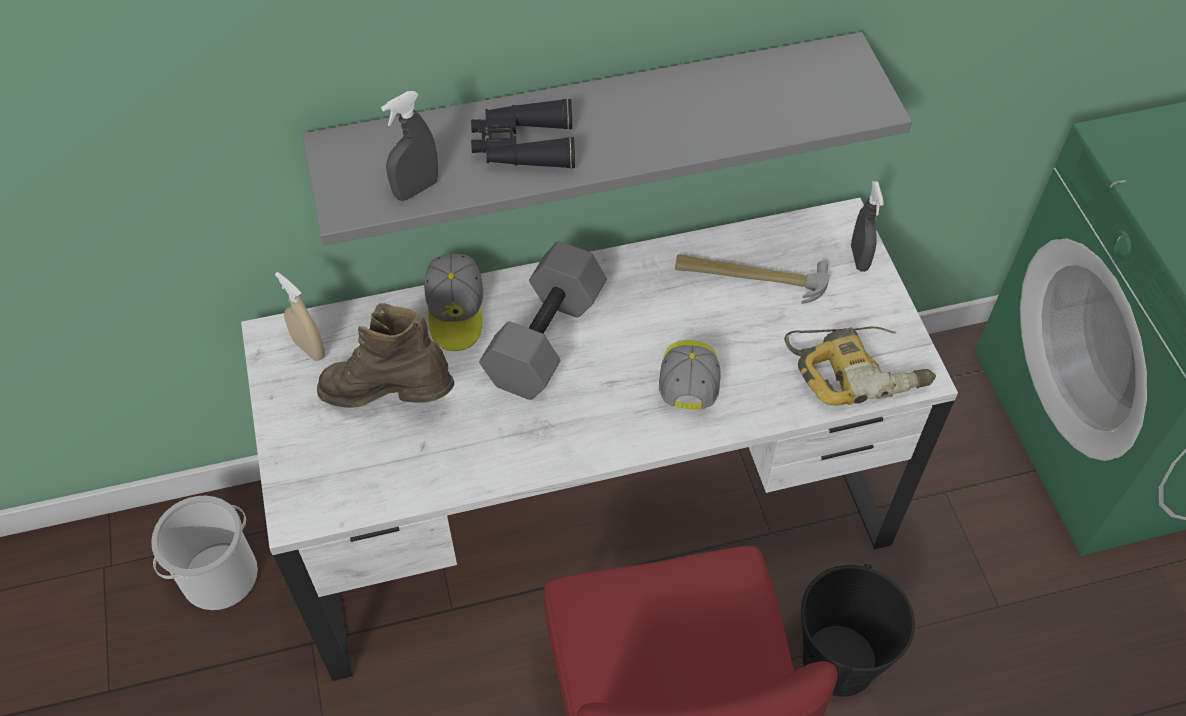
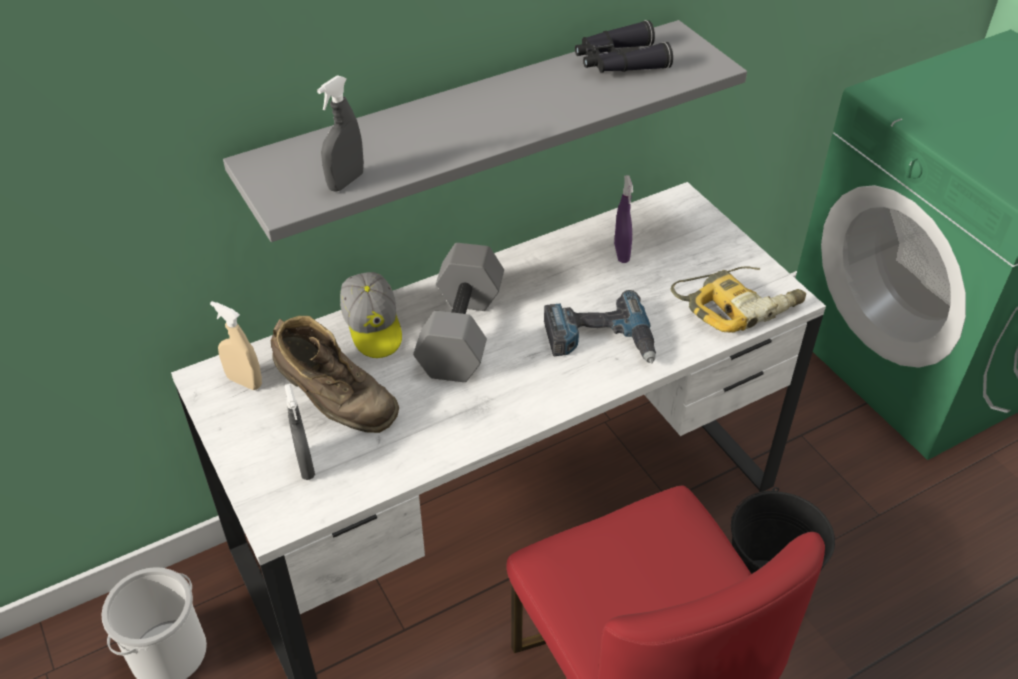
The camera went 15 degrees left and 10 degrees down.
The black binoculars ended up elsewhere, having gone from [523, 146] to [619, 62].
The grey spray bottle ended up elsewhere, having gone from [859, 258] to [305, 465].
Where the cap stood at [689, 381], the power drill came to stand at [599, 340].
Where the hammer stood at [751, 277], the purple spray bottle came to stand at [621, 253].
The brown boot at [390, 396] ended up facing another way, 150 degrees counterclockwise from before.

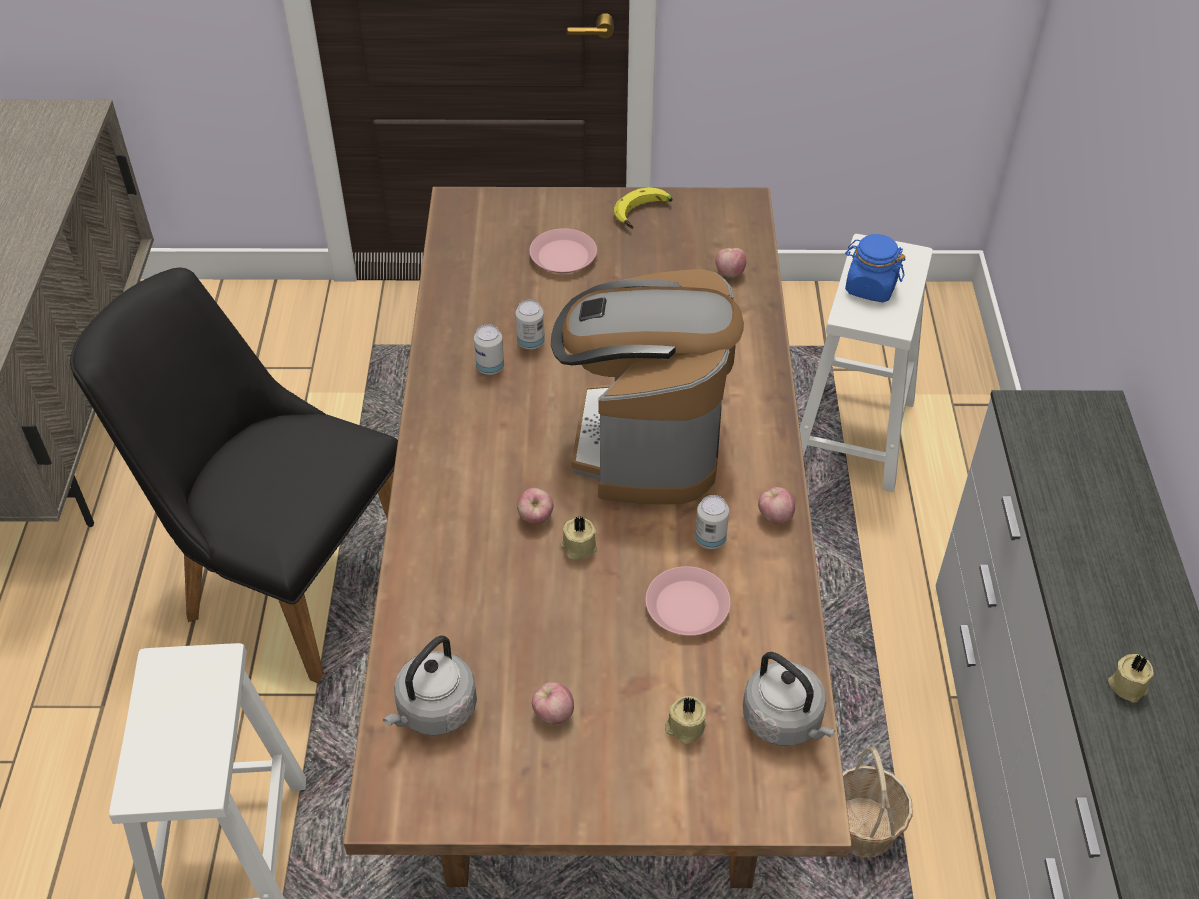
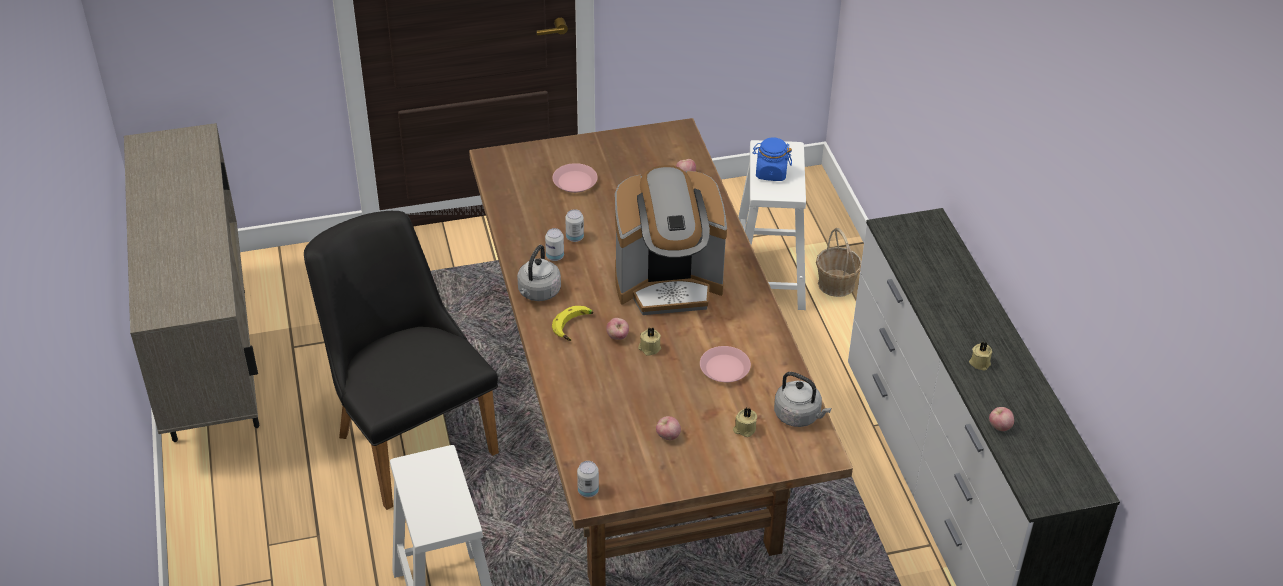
The camera went 15 degrees left and 5 degrees down.
The grey kettle ended up elsewhere, having gone from [434, 711] to [538, 293].
The banana ended up elsewhere, having gone from [644, 214] to [574, 327].
The can ended up elsewhere, having gone from [710, 539] to [588, 491].
The apple ended up elsewhere, having gone from [774, 517] to [999, 427].
The basket ended up elsewhere, having gone from [862, 829] to [836, 284].
The black chair at [279, 578] ended up facing another way, 45 degrees clockwise from before.
The coffee machine at [646, 442] ended up facing another way, 90 degrees counterclockwise from before.

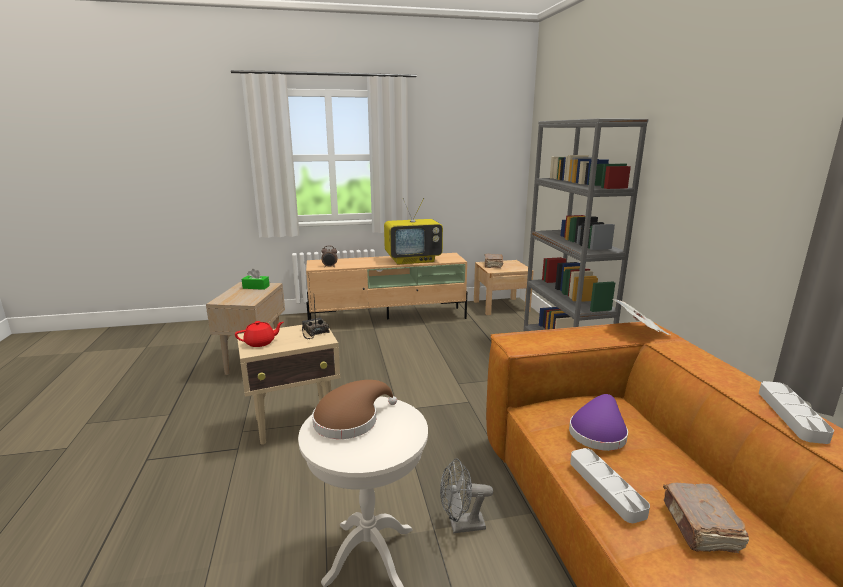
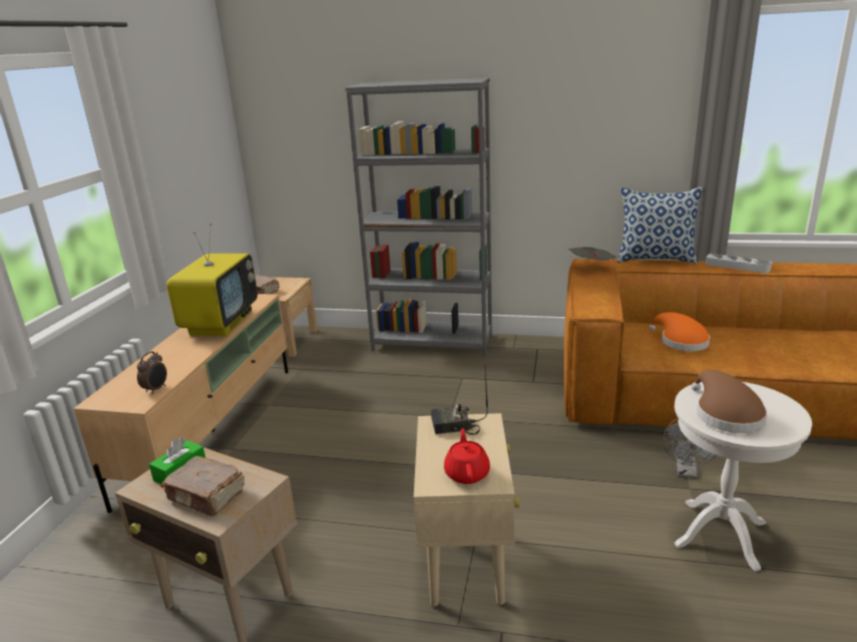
The camera went 65 degrees left and 5 degrees up.
The second view lost the grey tray at [606, 487].
The second view gained the pillow at [656, 259].
The brown book ended up elsewhere, having gone from [700, 527] to [207, 496].
What was the purple hat at [598, 432] turned into the orange hat at [680, 341].

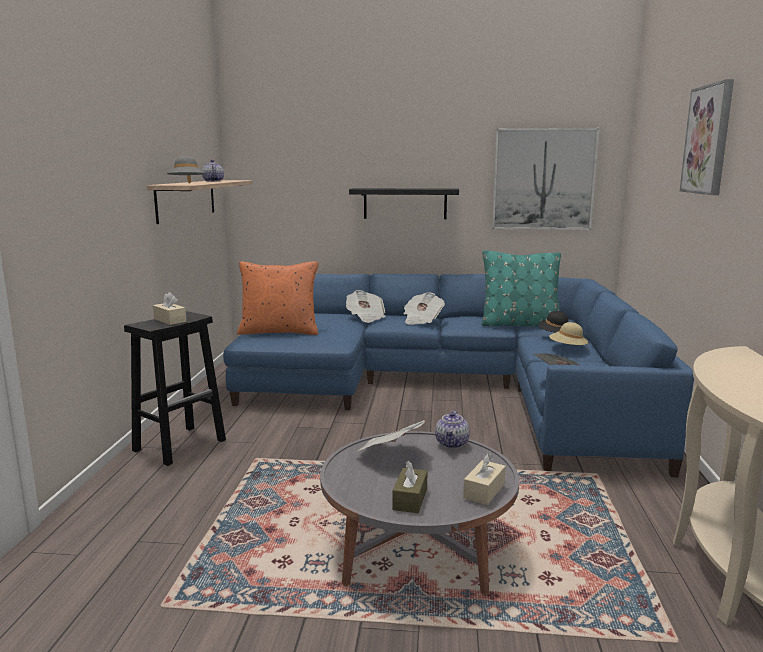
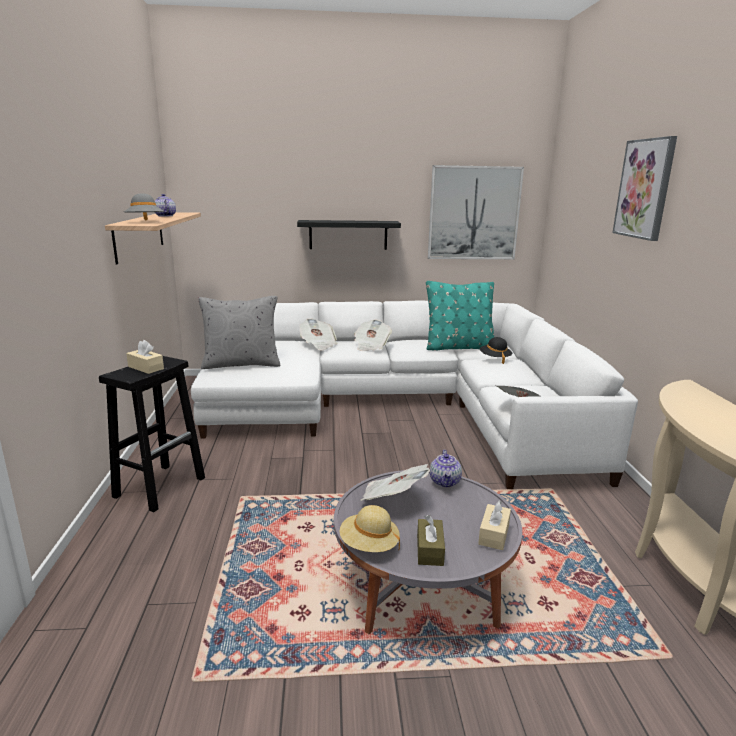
The camera went 10 degrees left and 5 degrees up.
The beige hat ended up elsewhere, having gone from [567, 348] to [369, 545].
What was the blue sofa at [449, 388] turned into the white sofa at [398, 407].
What was the orange pillow at [279, 332] turned into the grey pillow at [241, 364].

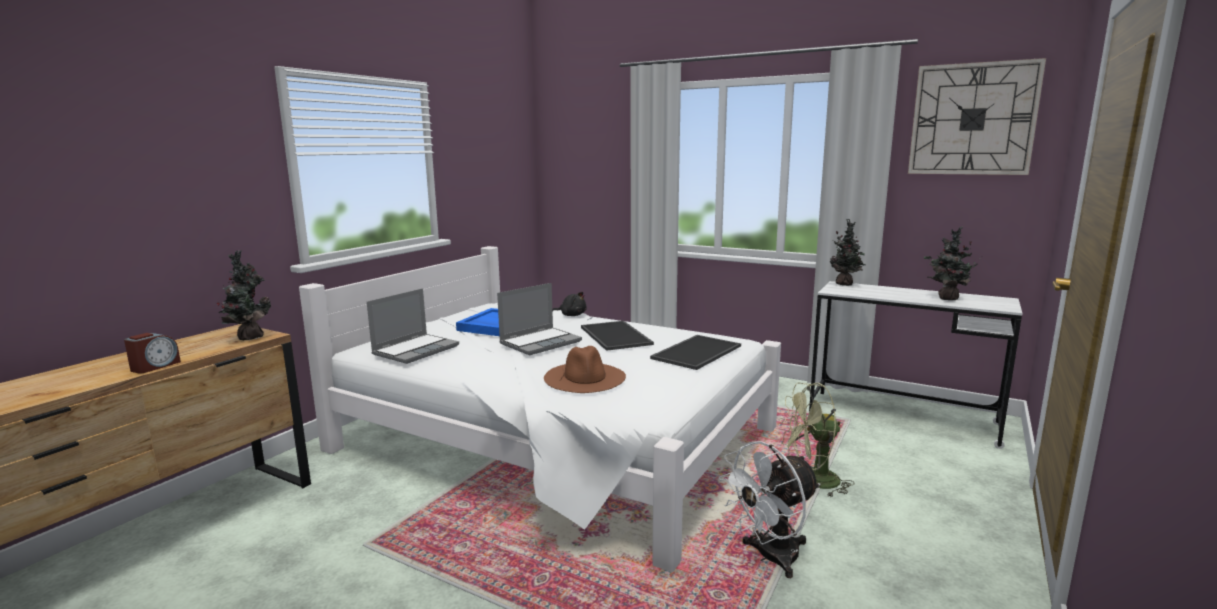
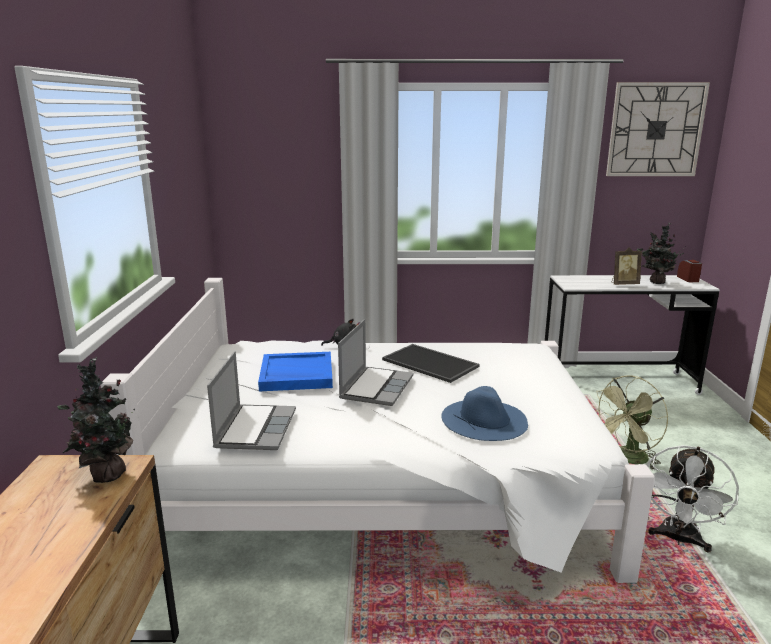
The camera went 30 degrees left and 5 degrees up.
The second view lost the tray at [696, 352].
The second view lost the potted plant at [846, 284].
The second view gained the picture frame at [623, 284].
The alarm clock ended up elsewhere, having gone from [155, 366] to [688, 279].
What was the brown hat at [585, 377] turned into the blue hat at [484, 419].

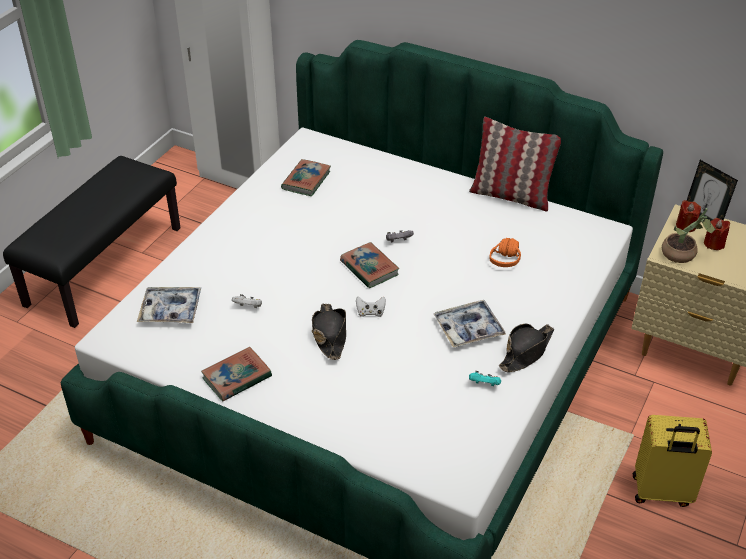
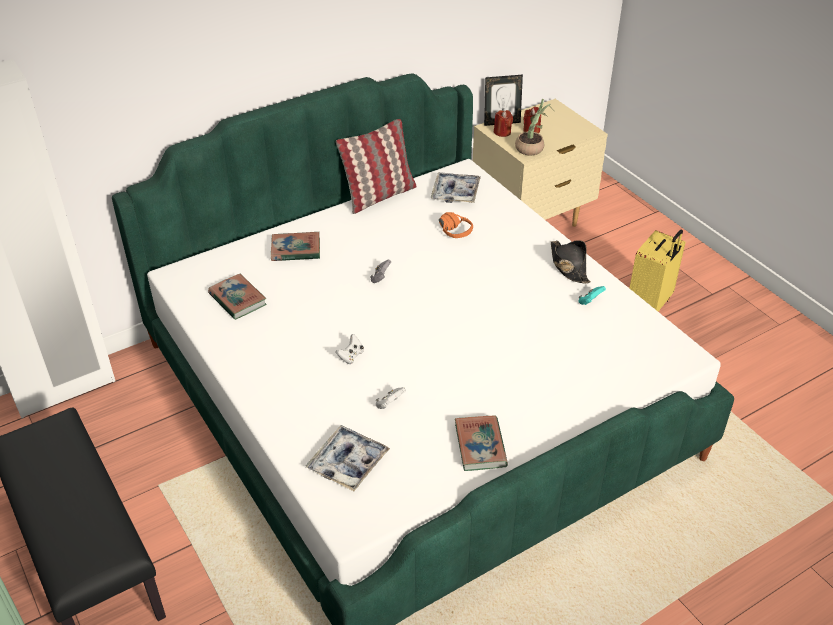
The camera went 60 degrees left and 0 degrees up.
The second view lost the black hat at [329, 335].
The book ended up elsewhere, having gone from [369, 268] to [296, 250].
The white game controller ended up elsewhere, having gone from [370, 312] to [351, 356].
The tray ended up elsewhere, having gone from [468, 329] to [455, 192].

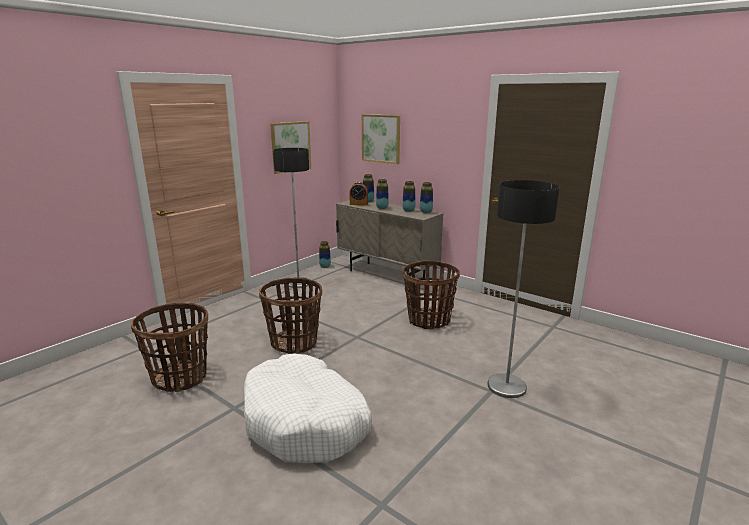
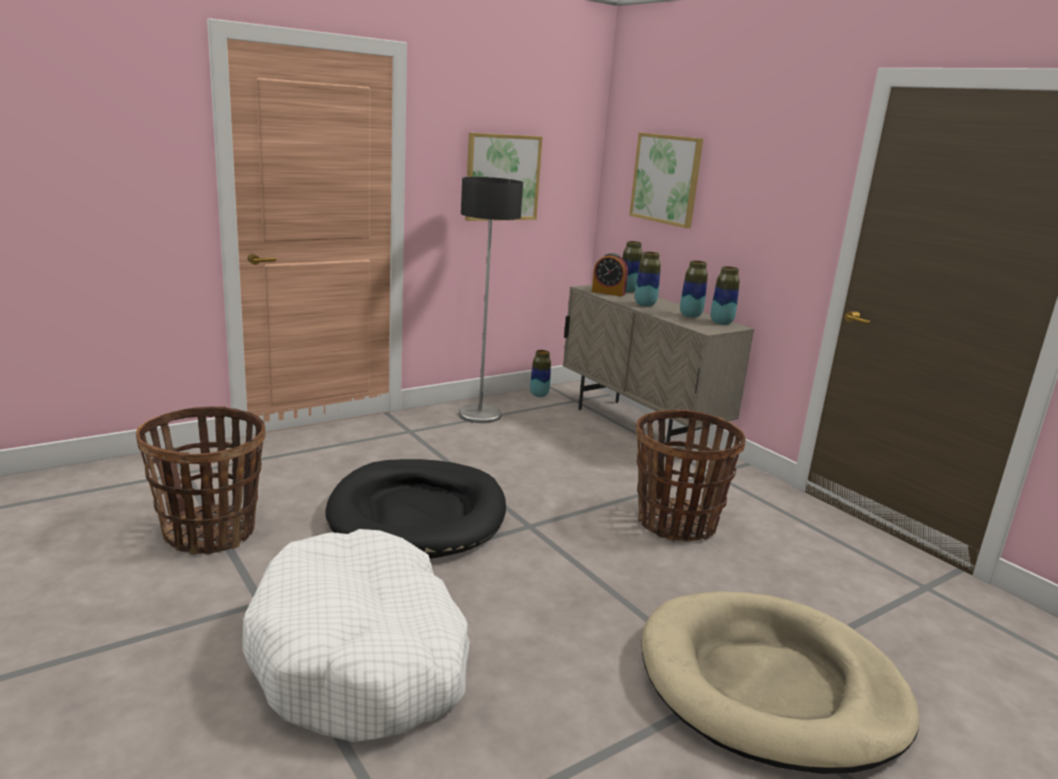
The camera went 15 degrees right and 0 degrees up.
Where the basket stood at [294, 343], the black dog bed came to stand at [418, 514].
Where the floor lamp stood at [507, 386], the beige dog bed came to stand at [770, 686].

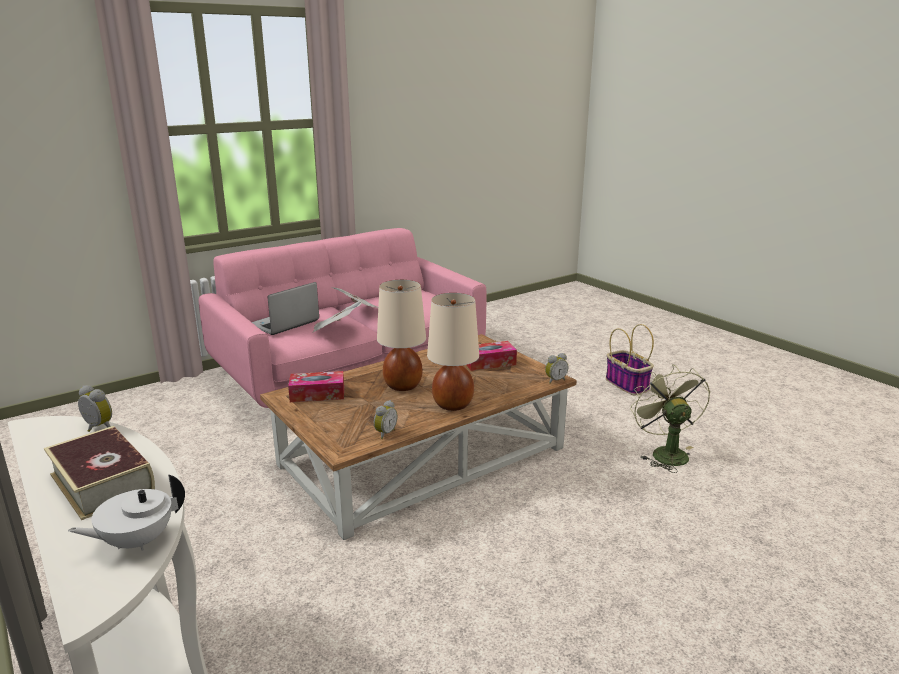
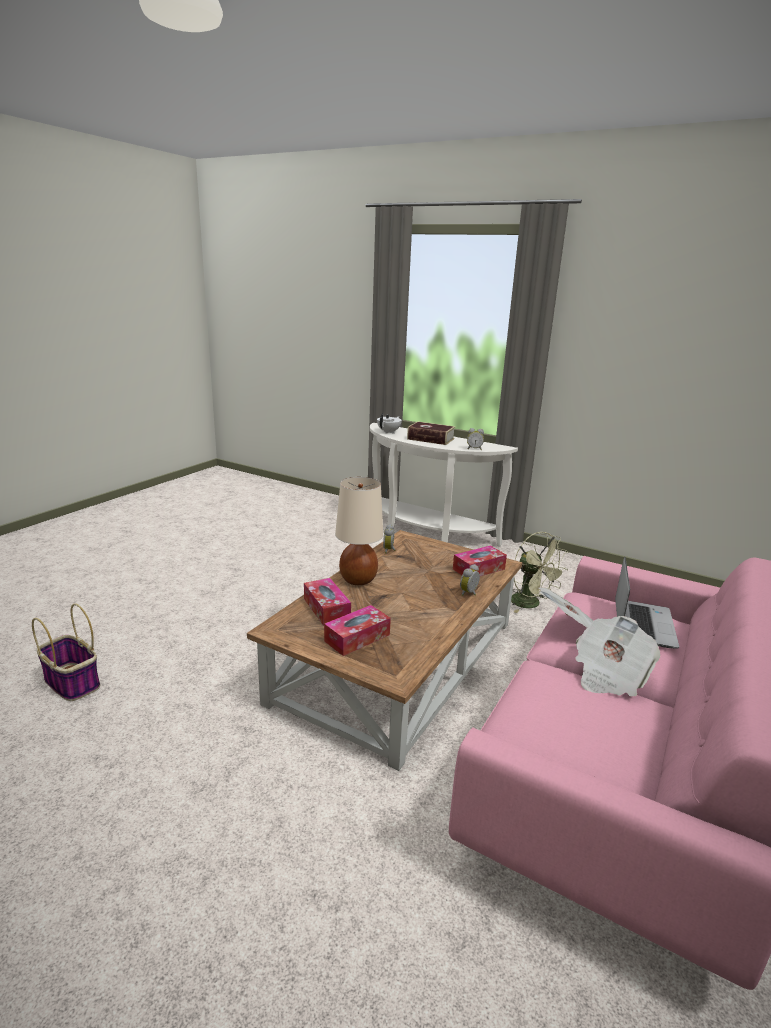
The camera went 155 degrees right and 0 degrees up.
The second view lost the beige table lamp at [402, 385].
The second view gained the tissue box at [326, 608].
The alarm clock ended up elsewhere, having gone from [555, 380] to [470, 593].
The basket ended up elsewhere, having gone from [627, 385] to [71, 682].
The green fan ended up elsewhere, having gone from [664, 453] to [531, 604].

